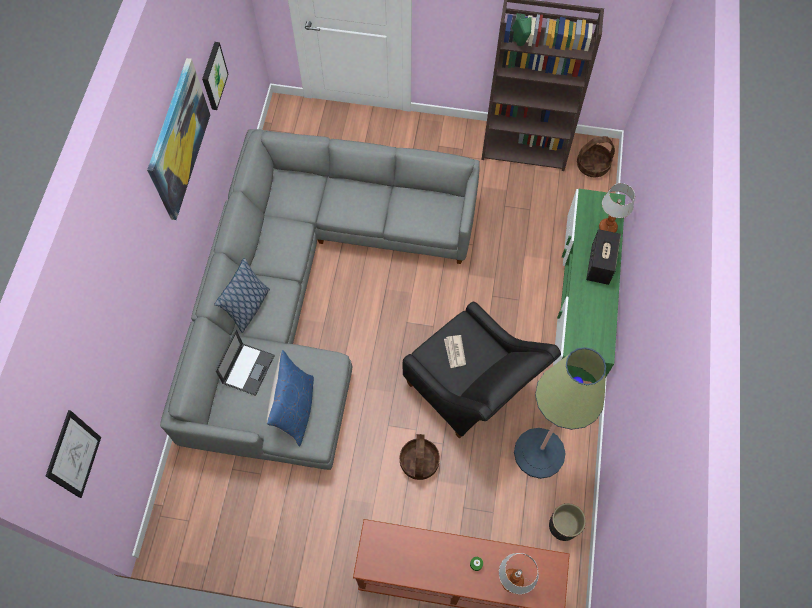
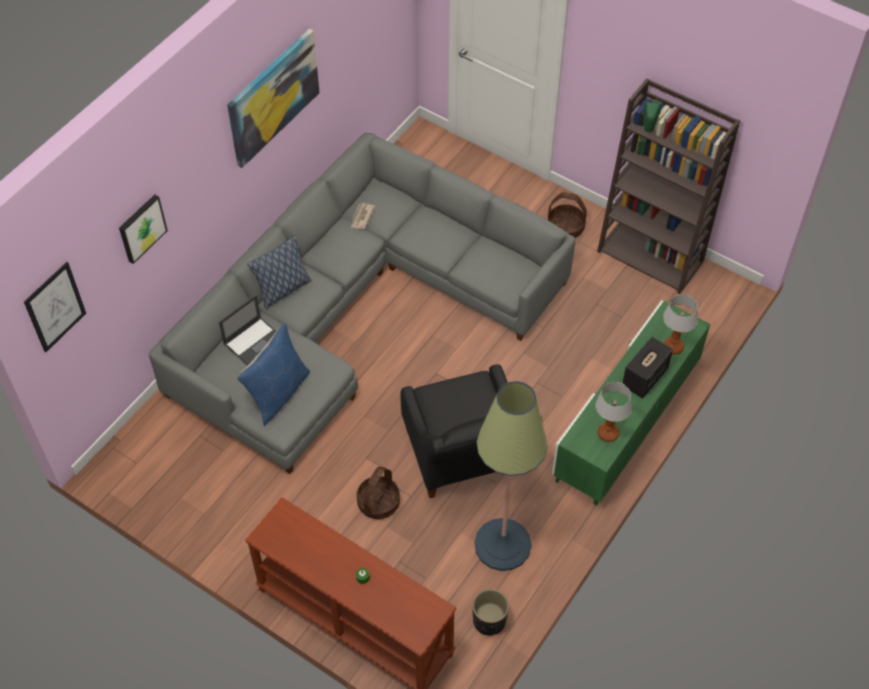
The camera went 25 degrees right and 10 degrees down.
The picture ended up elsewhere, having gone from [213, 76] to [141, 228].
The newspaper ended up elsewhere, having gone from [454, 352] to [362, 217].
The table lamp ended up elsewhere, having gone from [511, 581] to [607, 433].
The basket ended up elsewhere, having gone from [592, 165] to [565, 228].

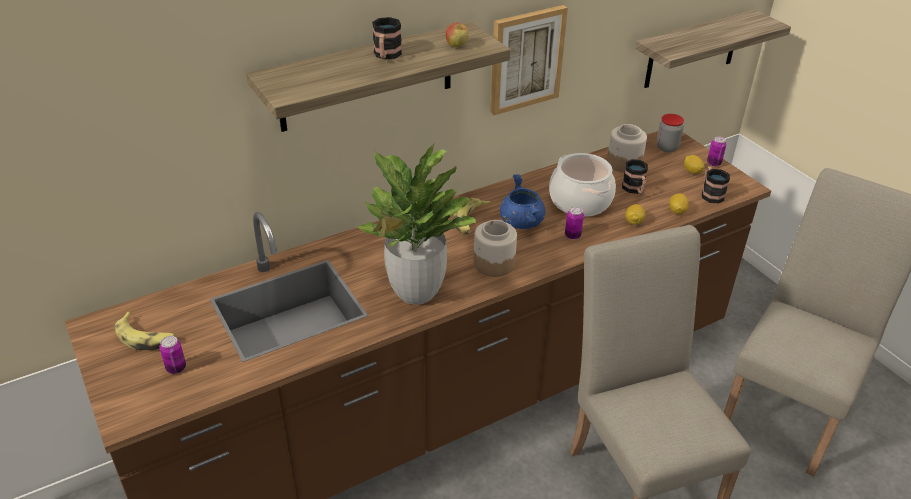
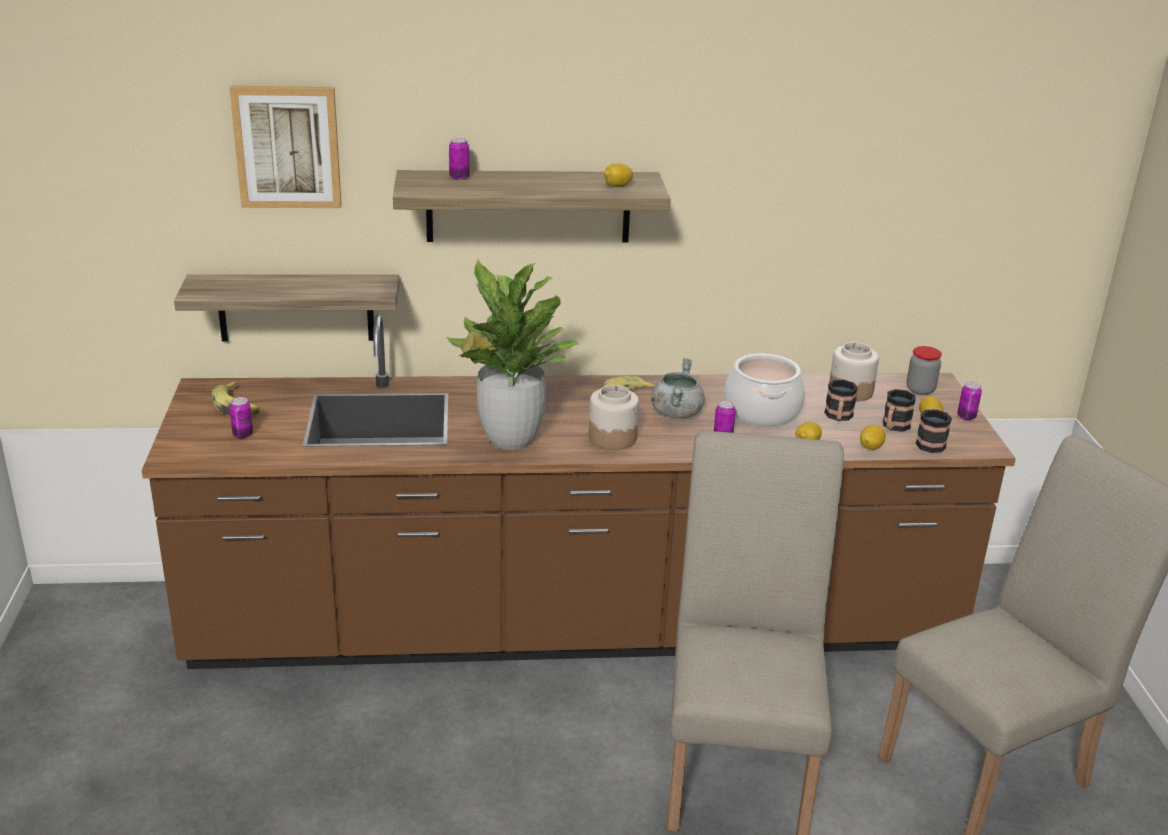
The camera went 25 degrees right and 10 degrees down.
The second view gained the can at [459, 177].
The mug ended up elsewhere, having gone from [386, 56] to [894, 427].
The picture ended up elsewhere, having gone from [525, 59] to [287, 146].
The shelf ended up elsewhere, having gone from [692, 50] to [296, 307].
Where the apple stood at [456, 46], the lemon came to stand at [617, 186].
What was the blue cooking pot at [521, 222] turned into the grey cooking pot at [676, 412].

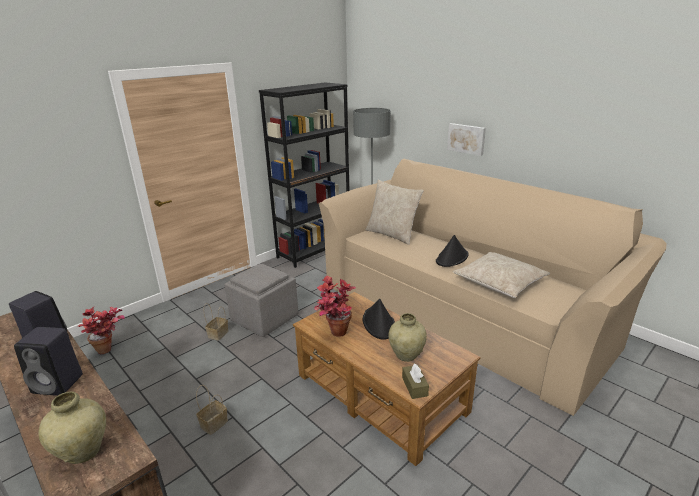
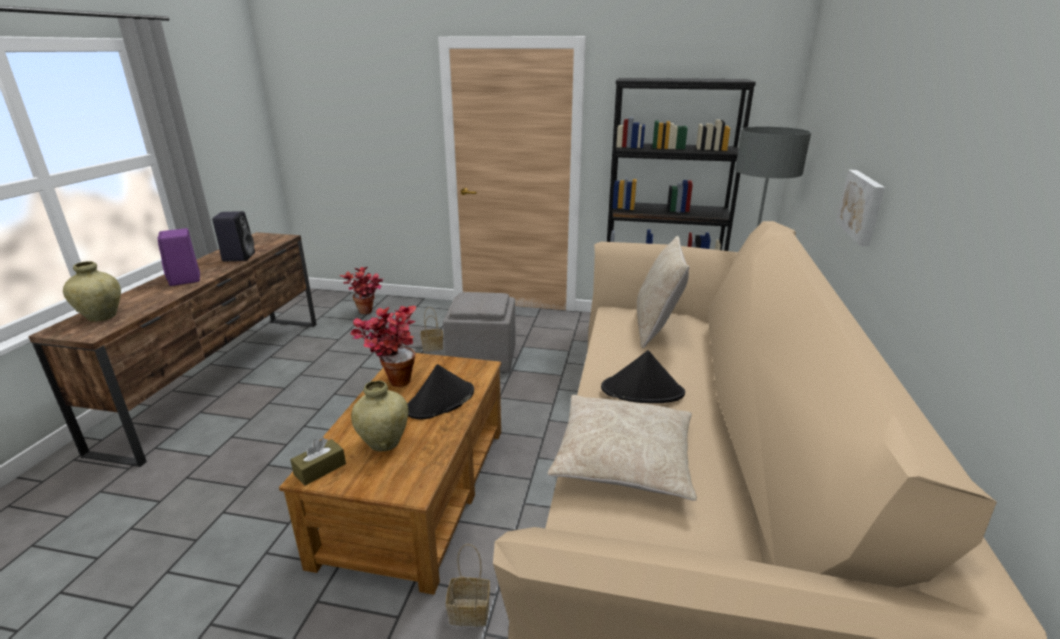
The camera went 55 degrees right and 0 degrees up.
The basket ended up elsewhere, having gone from [213, 424] to [467, 613].
What was the black speaker at [59, 384] turned into the purple speaker at [185, 280].

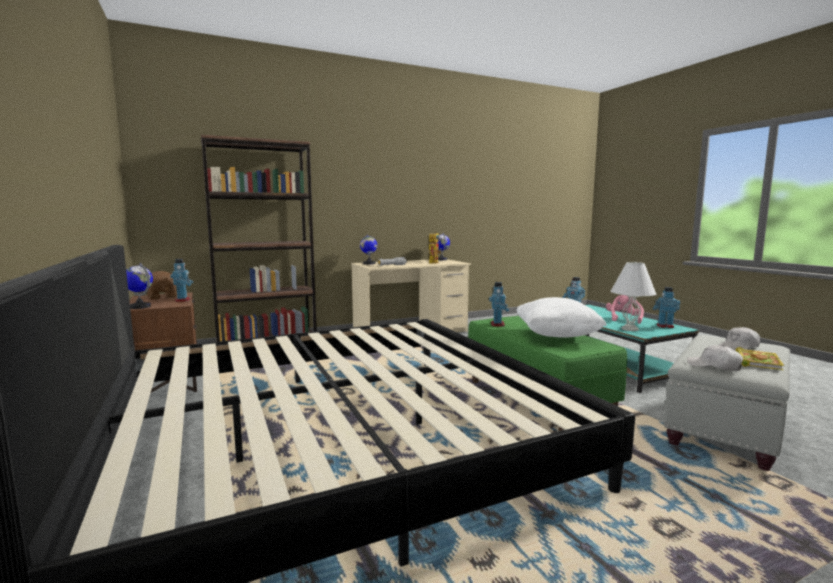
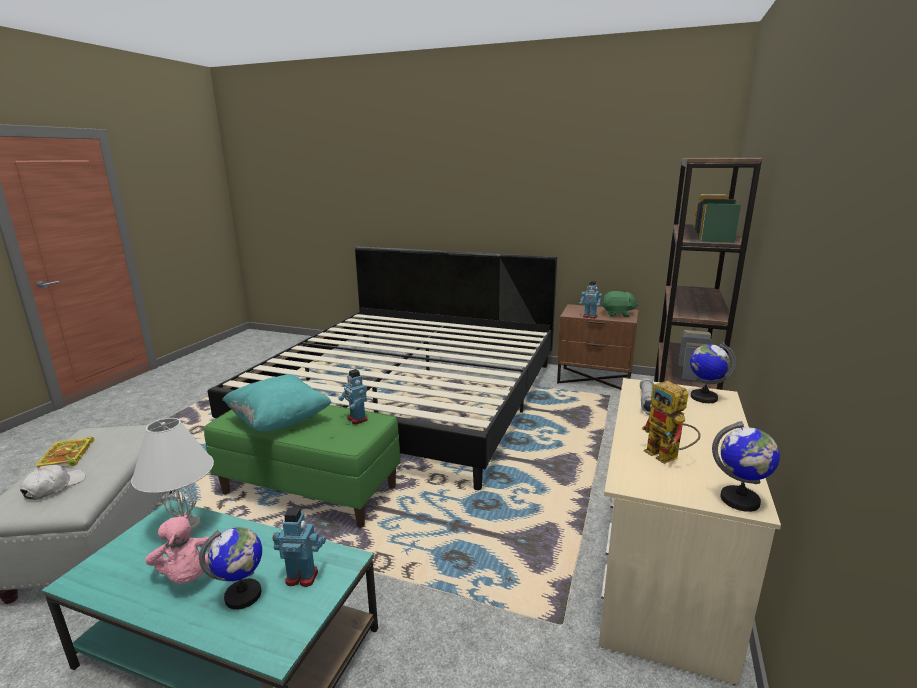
The camera went 135 degrees right and 10 degrees up.
The second view lost the toy robot at [665, 326].
The second view lost the white cap at [714, 366].
The globe ended up elsewhere, having gone from [140, 307] to [243, 596].
What was the brown plush toy at [162, 297] turned into the green plush toy at [617, 314].
What was the white pillow at [556, 336] turned into the turquoise pillow at [279, 421].

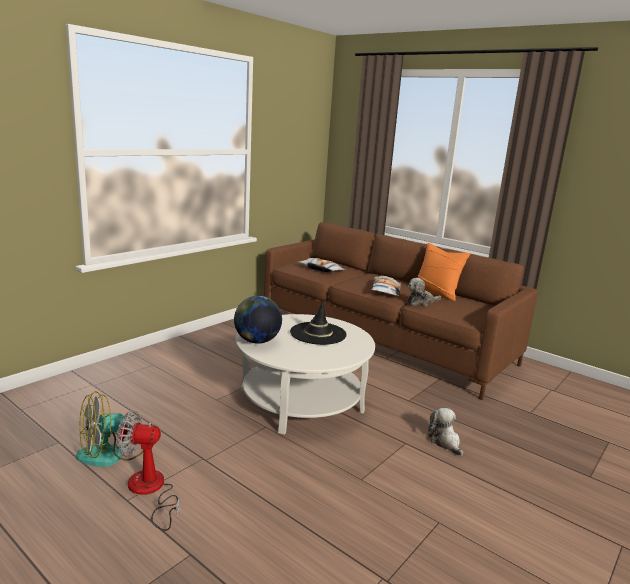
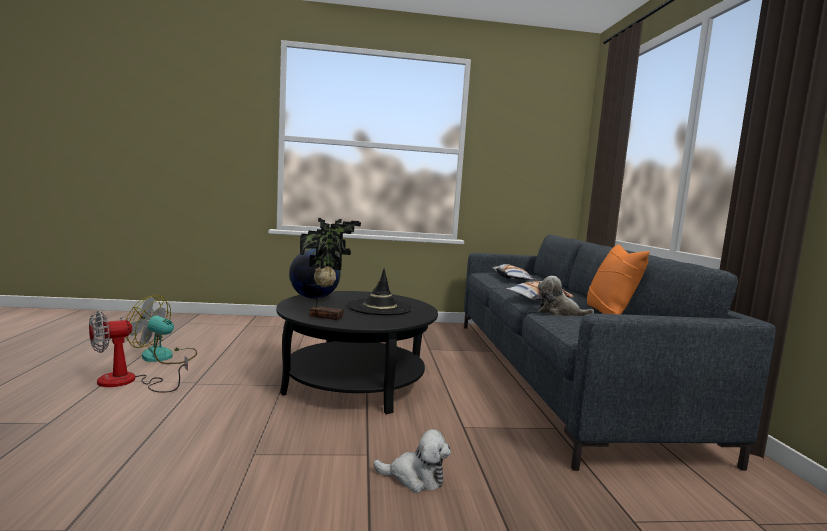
The camera went 45 degrees right and 10 degrees down.
The second view gained the potted plant at [326, 316].
What was the white coffee table at [301, 400] turned into the black coffee table at [355, 382].
What was the brown sofa at [383, 339] turned into the grey sofa at [557, 375].
The fan at [150, 491] ended up facing another way, 90 degrees counterclockwise from before.
The plush toy at [445, 442] ended up facing another way, 75 degrees clockwise from before.

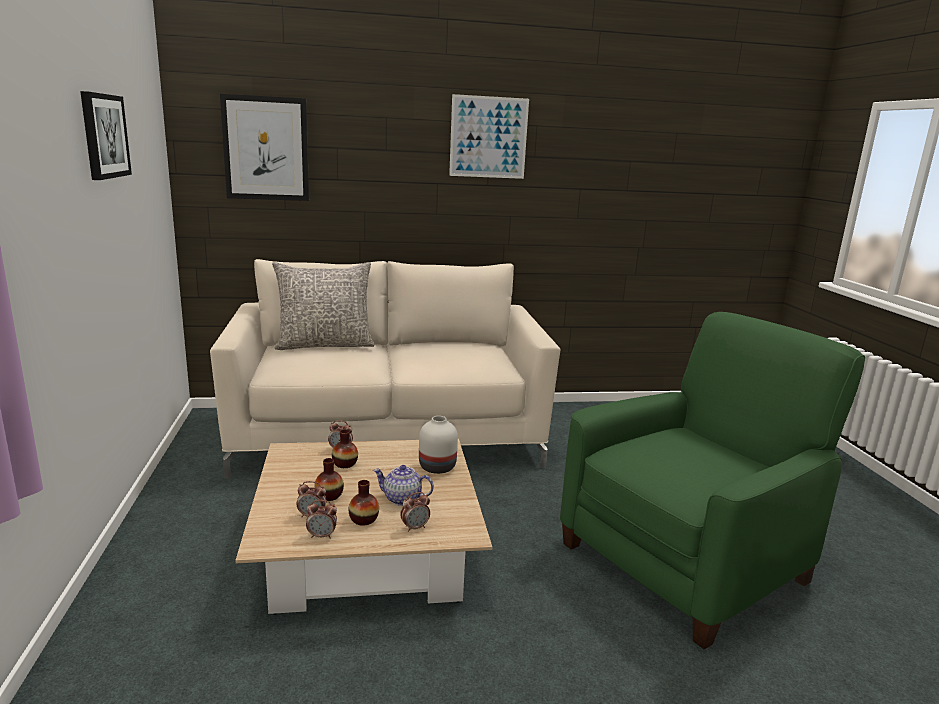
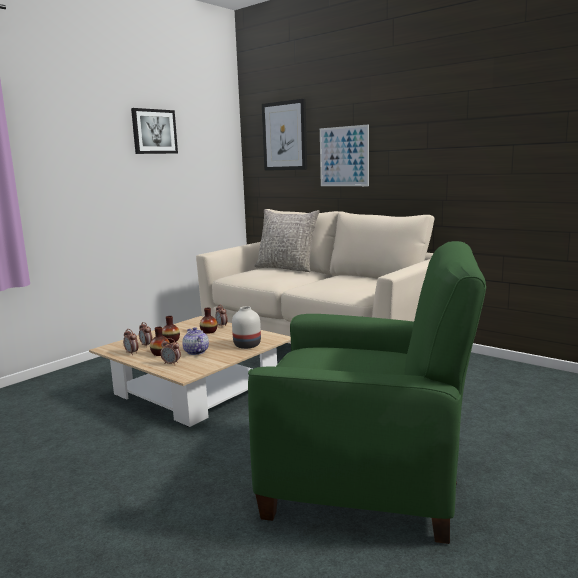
The camera went 50 degrees right and 5 degrees down.
The picture ended up elsewhere, having gone from [488, 137] to [344, 156].

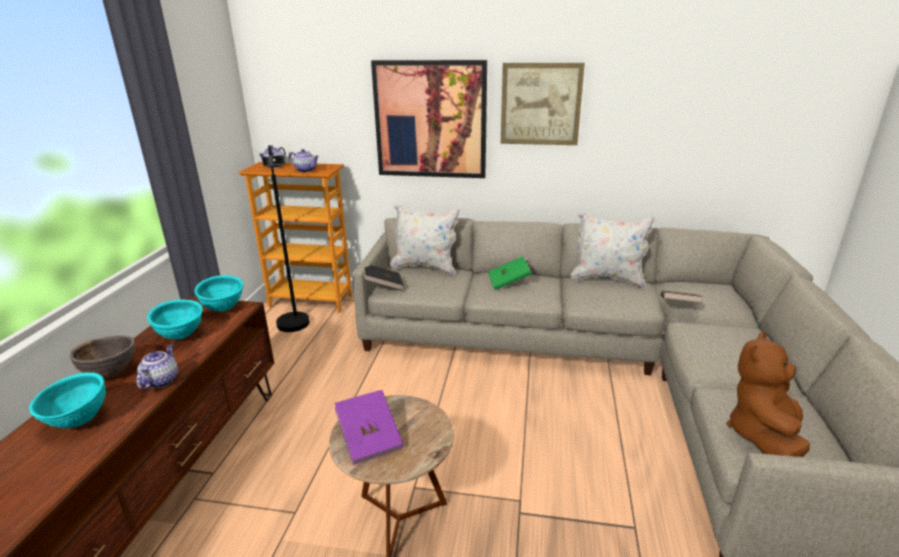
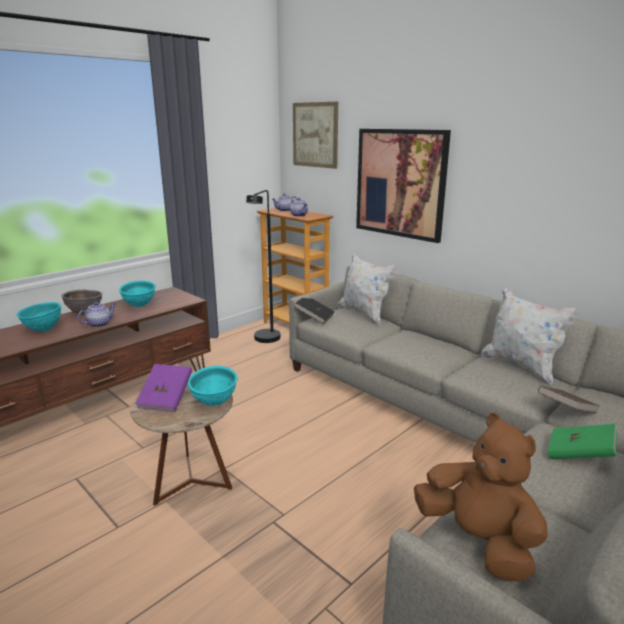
The camera went 35 degrees right and 5 degrees down.
The turquoise bowl ended up elsewhere, having gone from [223, 309] to [214, 403].
The green book ended up elsewhere, having gone from [508, 282] to [579, 455].
The picture ended up elsewhere, having gone from [540, 104] to [315, 135].
The brown plush toy at [763, 436] ended up facing another way, 75 degrees clockwise from before.

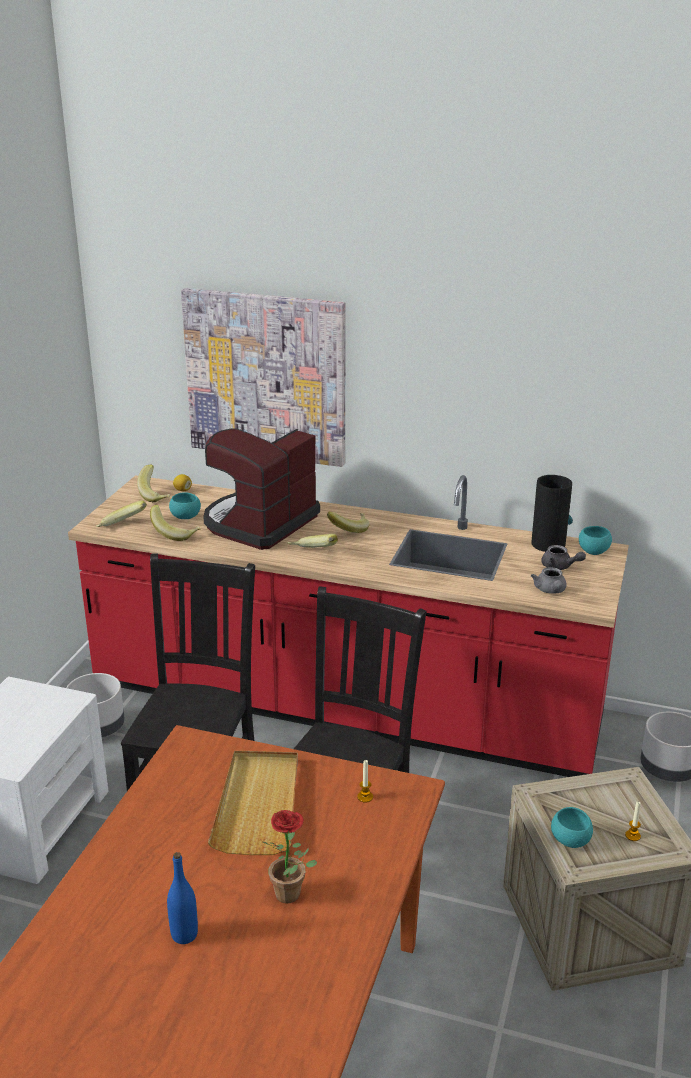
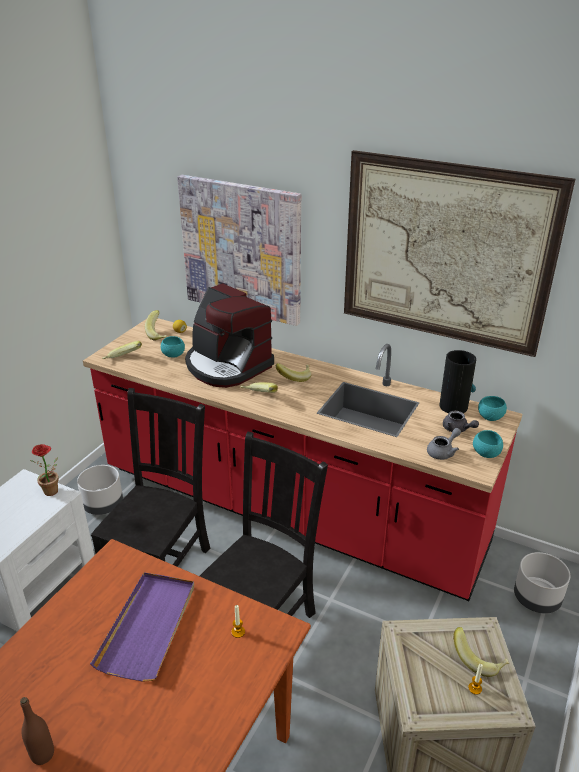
The camera went 10 degrees right and 5 degrees up.
The second view gained the picture at [445, 253].
The banana ended up elsewhere, having gone from [175, 533] to [478, 659].
The potted plant ended up elsewhere, having gone from [293, 896] to [53, 492].
The turquoise bowl ended up elsewhere, having gone from [570, 840] to [486, 453].
What was the blue bottle at [184, 934] turned into the brown bottle at [42, 754].
What was the beige tray at [258, 804] turned into the purple tray at [148, 627].
The coffee machine at [259, 523] ended up facing another way, 90 degrees counterclockwise from before.
The grey teapot at [550, 590] ended up facing another way, 135 degrees counterclockwise from before.

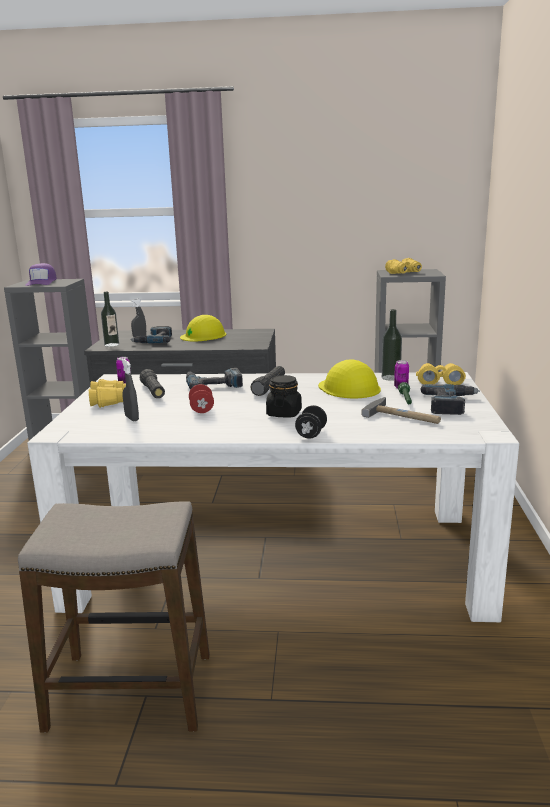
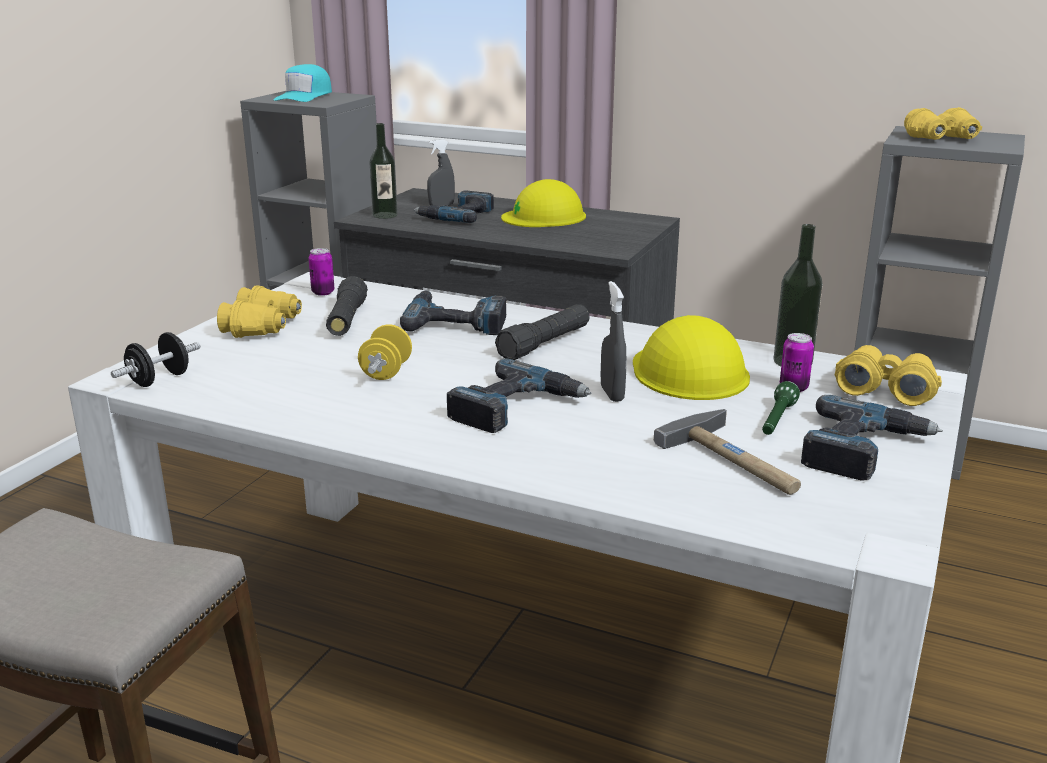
The camera went 20 degrees right and 5 degrees up.
The grey spray bottle ended up elsewhere, having gone from [132, 418] to [612, 394].
The black dumbbell ended up elsewhere, having gone from [311, 434] to [159, 380].
Where the black jar stood at [284, 413], the power drill came to stand at [516, 408].
What was the purple cap at [42, 282] turned into the turquoise cap at [304, 96].
What was the red dumbbell at [202, 409] turned into the yellow dumbbell at [386, 372].

